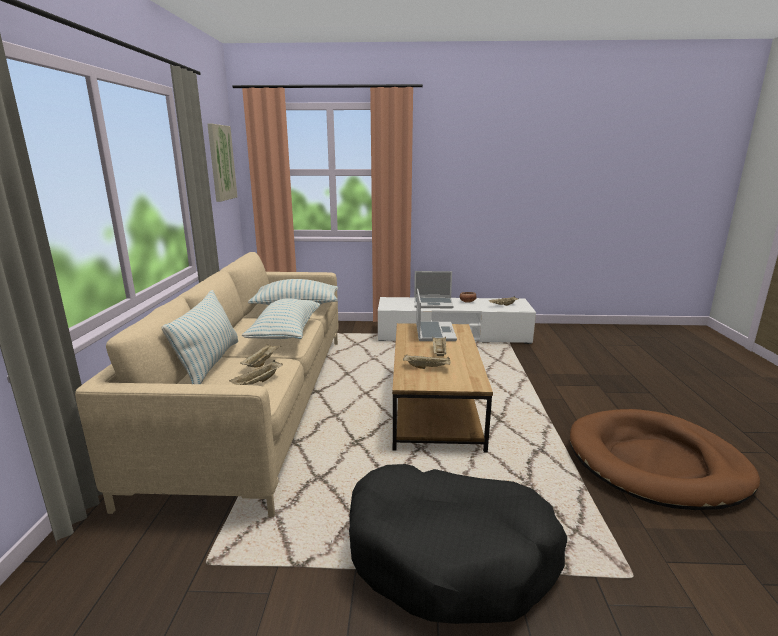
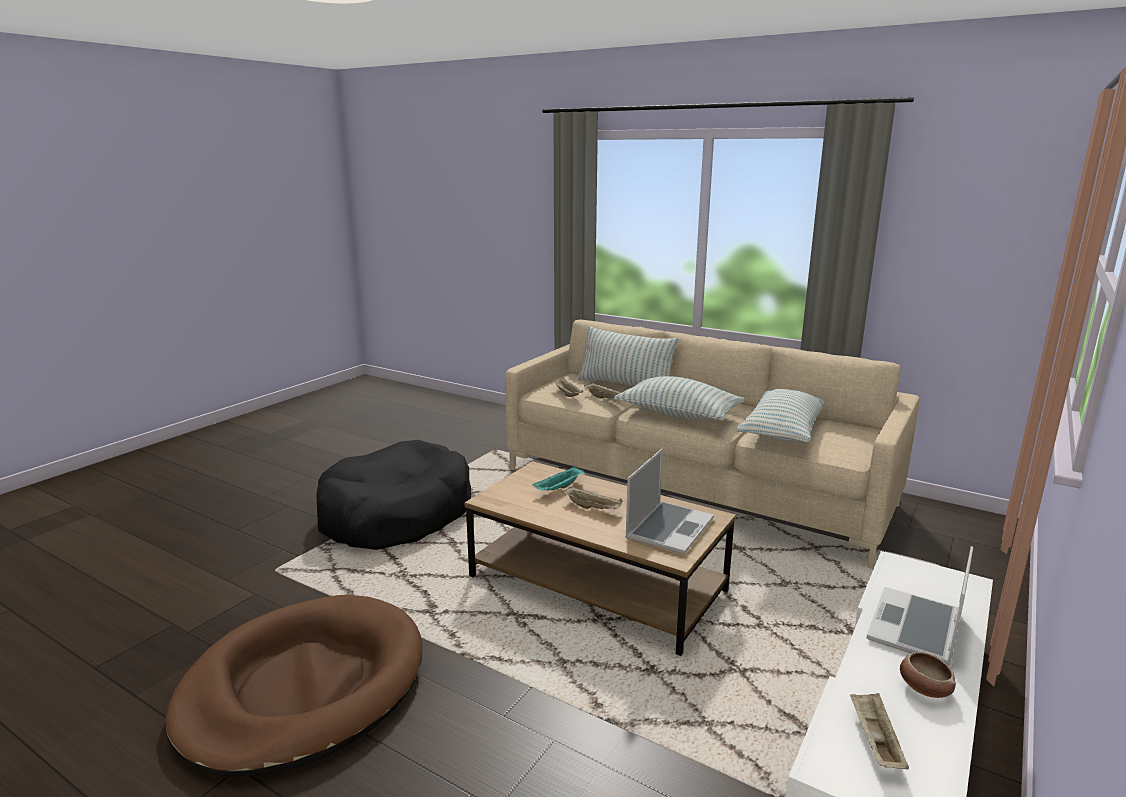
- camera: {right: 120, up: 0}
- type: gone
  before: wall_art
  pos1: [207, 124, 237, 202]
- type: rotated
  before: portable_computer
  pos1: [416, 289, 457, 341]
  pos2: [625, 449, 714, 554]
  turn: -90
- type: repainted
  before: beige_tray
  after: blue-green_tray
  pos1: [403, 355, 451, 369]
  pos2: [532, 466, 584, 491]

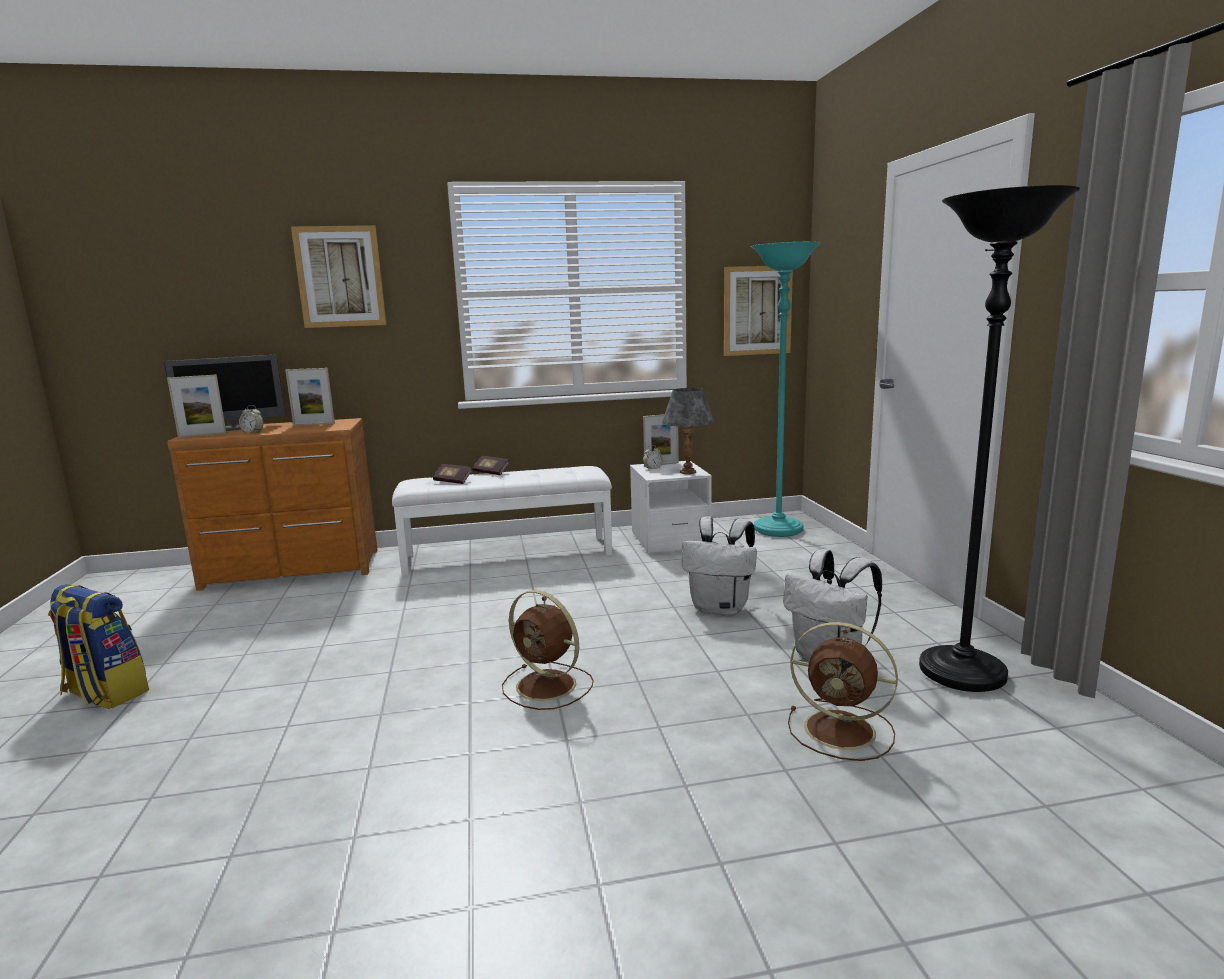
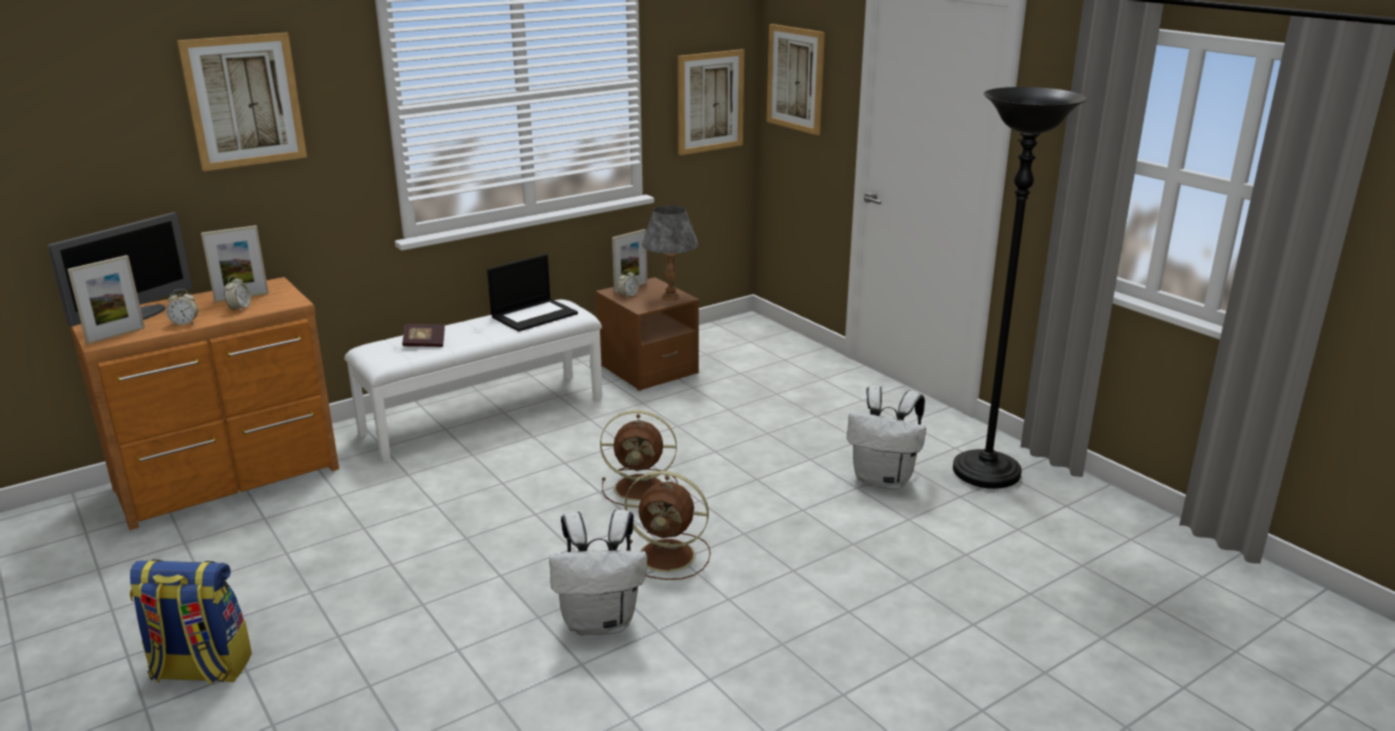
- camera: {right: -25, up: 10}
- type: gone
  before: blue-green_floor_lamp
  pos1: [751, 242, 821, 537]
- type: gone
  before: book
  pos1: [472, 456, 509, 475]
- type: repainted
  before: white-coloured_nightstand
  after: brown-coloured_nightstand
  pos1: [630, 461, 712, 554]
  pos2: [596, 277, 699, 391]
- type: shifted
  before: white-coloured_backpack
  pos1: [682, 516, 757, 616]
  pos2: [549, 510, 647, 636]
- type: shifted
  before: brown-coloured_cooling_fan
  pos1: [788, 622, 898, 761]
  pos2: [600, 410, 678, 506]
- type: new
  after: wall_art
  pos2: [767, 24, 825, 135]
- type: new
  after: portable_computer
  pos2: [487, 254, 578, 332]
- type: new
  after: bedside_clock
  pos2: [224, 275, 251, 312]

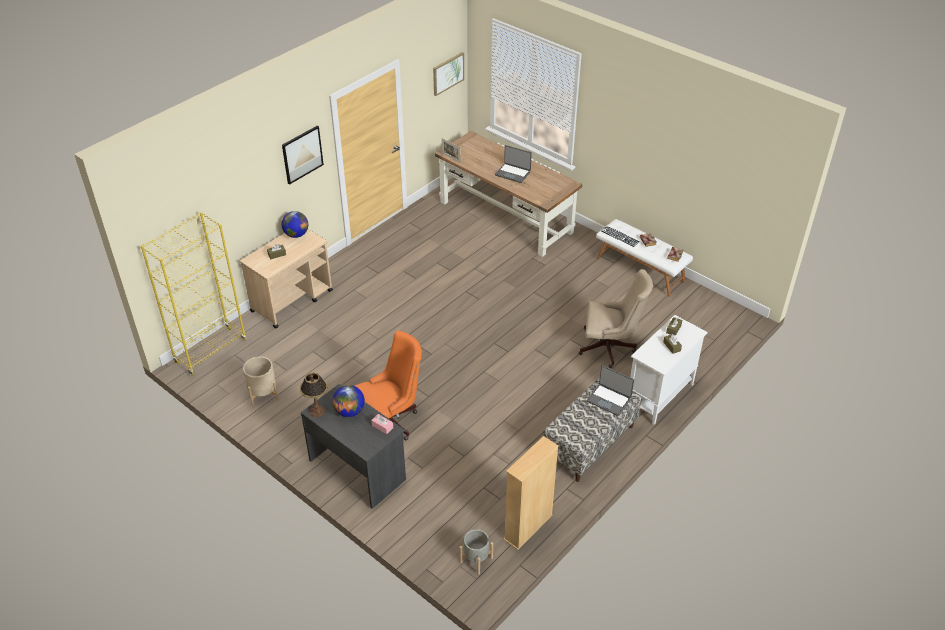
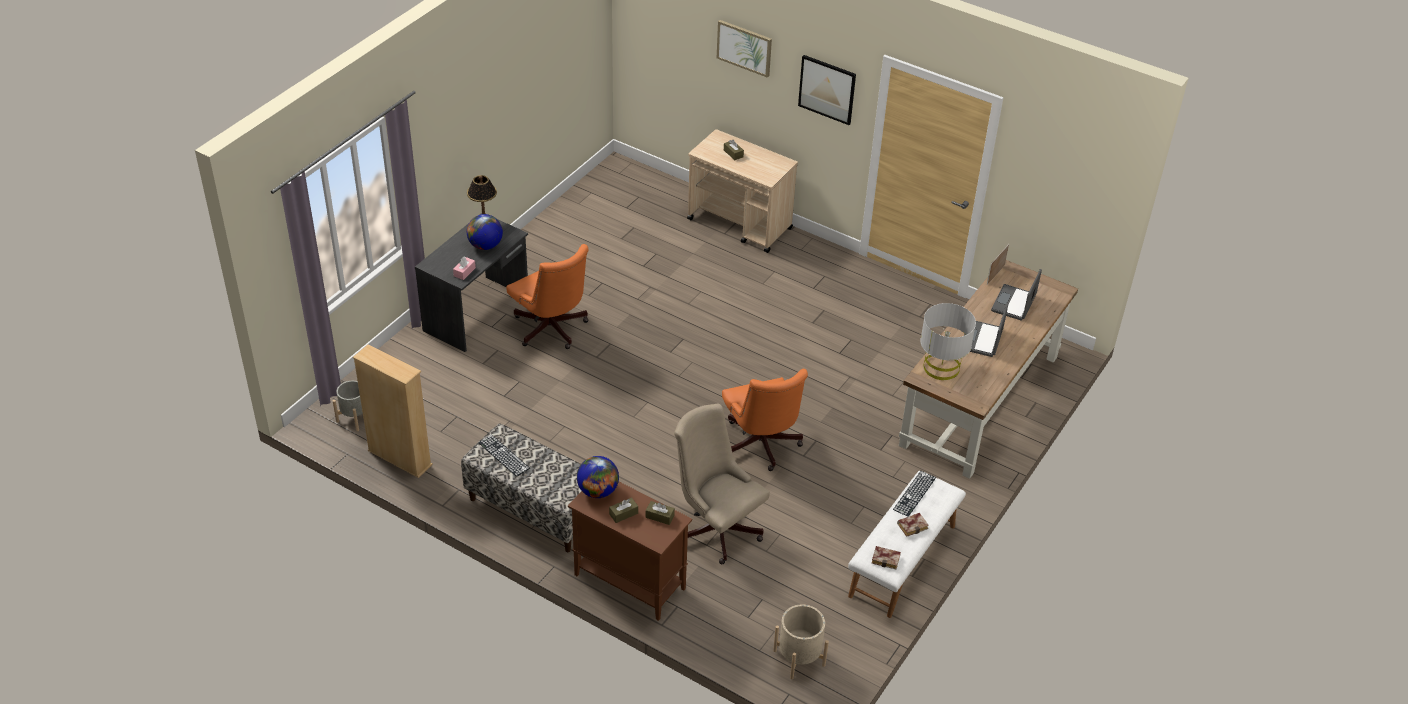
- camera: {right: 80, up: 0}
- type: shifted
  before: wall_art
  pos1: [433, 52, 464, 96]
  pos2: [717, 20, 772, 78]
- type: shifted
  before: globe
  pos1: [281, 211, 308, 238]
  pos2: [577, 456, 619, 498]
- type: gone
  before: yellow_bookcase
  pos1: [141, 212, 246, 376]
- type: rotated
  before: beige_office_chair
  pos1: [579, 269, 653, 368]
  pos2: [674, 404, 770, 564]
  turn: 135
- type: repainted
  before: white-coloured_storage_cabinet
  after: brown-coloured_storage_cabinet
  pos1: [630, 315, 708, 425]
  pos2: [568, 482, 692, 621]
- type: shifted
  before: beige_flower_pot
  pos1: [243, 356, 279, 406]
  pos2: [773, 604, 829, 679]
- type: shifted
  before: portable_computer
  pos1: [587, 365, 634, 416]
  pos2: [991, 269, 1042, 321]
- type: new
  after: greyish_tabletop_lamp
  pos2: [920, 303, 976, 380]
- type: new
  after: orangey_office_chair
  pos2: [722, 369, 808, 471]
- type: new
  after: computer_keyboard
  pos2: [478, 434, 530, 477]

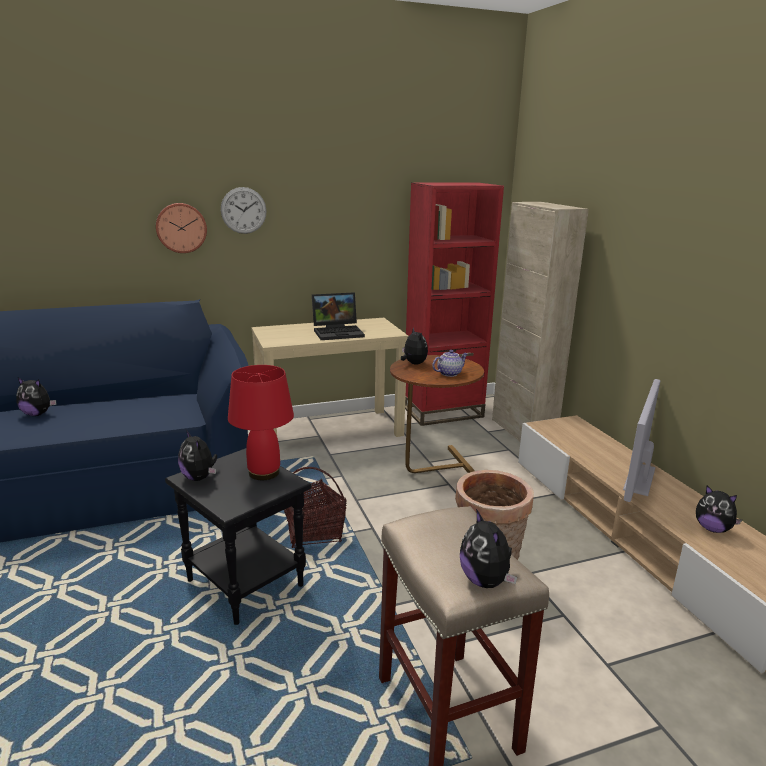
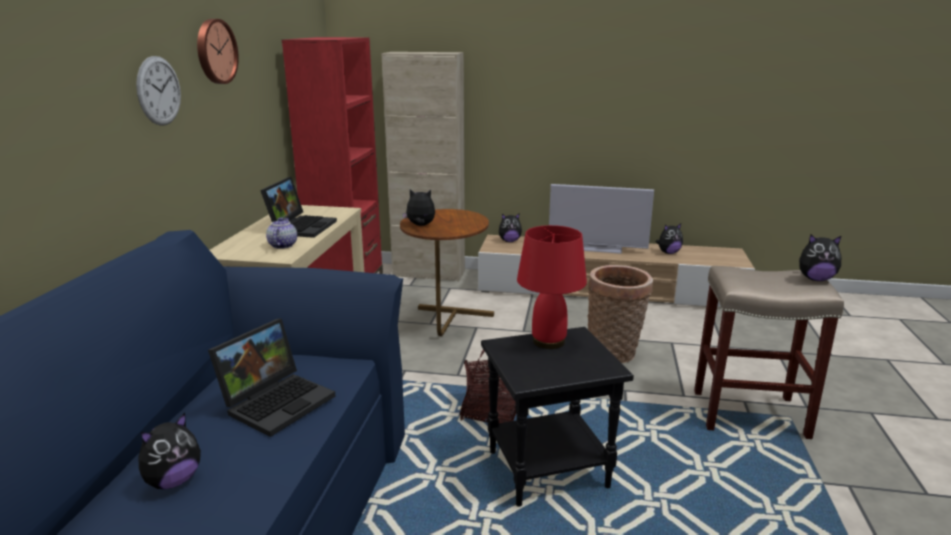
- camera: {right: -60, up: 0}
- type: shifted
  before: clock_on_the_wall
  pos1: [156, 203, 207, 253]
  pos2: [197, 19, 239, 84]
- type: shifted
  before: pot_for_tea
  pos1: [432, 350, 468, 377]
  pos2: [266, 217, 297, 249]
- type: rotated
  before: TV
  pos1: [623, 379, 660, 502]
  pos2: [549, 184, 654, 254]
  turn: -45
- type: shifted
  before: soft_toy
  pos1: [178, 430, 217, 481]
  pos2: [499, 214, 522, 242]
- type: new
  after: portable_computer
  pos2: [208, 319, 335, 437]

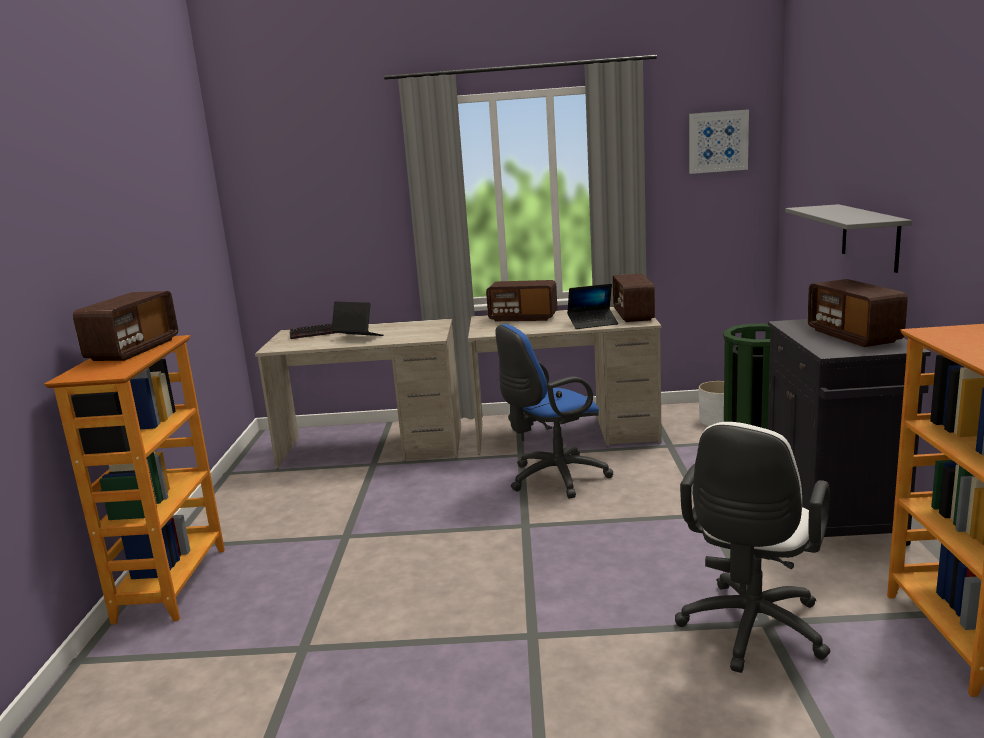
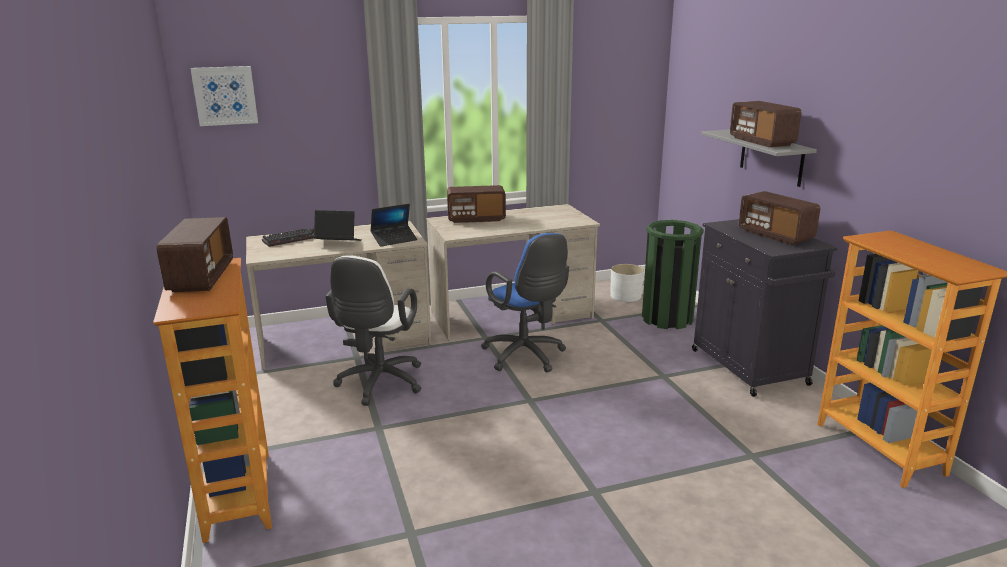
- camera: {right: -20, up: 5}
- type: shifted
  before: wall_art
  pos1: [689, 109, 749, 174]
  pos2: [190, 66, 258, 126]
- type: shifted
  before: radio_receiver
  pos1: [613, 273, 655, 322]
  pos2: [730, 101, 801, 147]
- type: shifted
  before: portable_computer
  pos1: [567, 284, 618, 329]
  pos2: [370, 204, 417, 247]
- type: rotated
  before: blue_office_chair
  pos1: [495, 324, 613, 498]
  pos2: [481, 233, 569, 373]
  turn: -75
- type: shifted
  before: white-coloured_office_chair
  pos1: [675, 422, 831, 673]
  pos2: [326, 255, 421, 406]

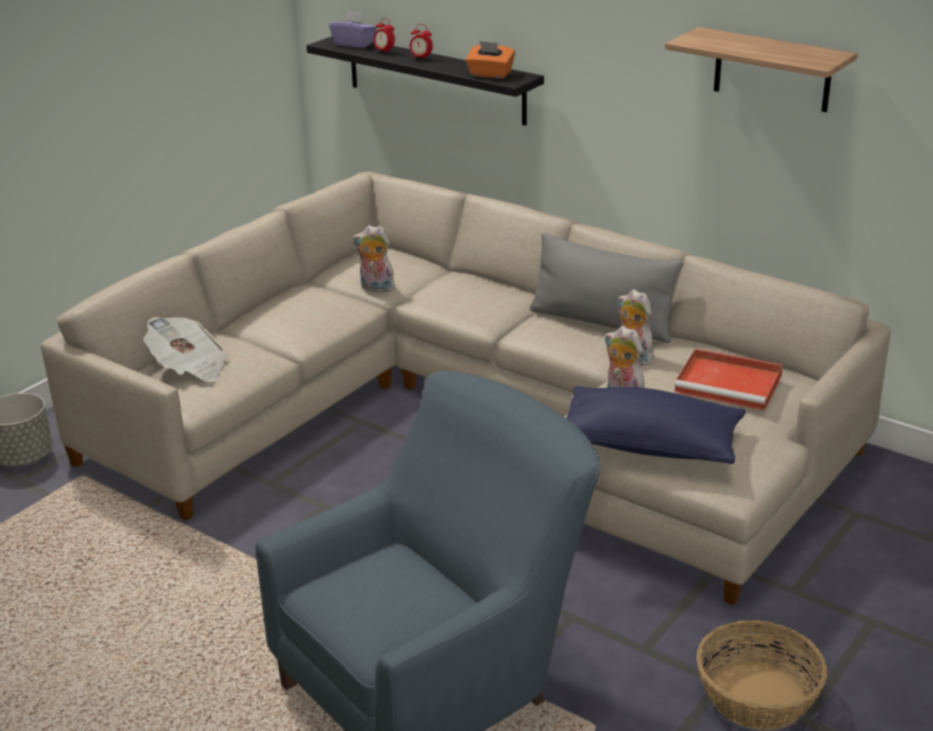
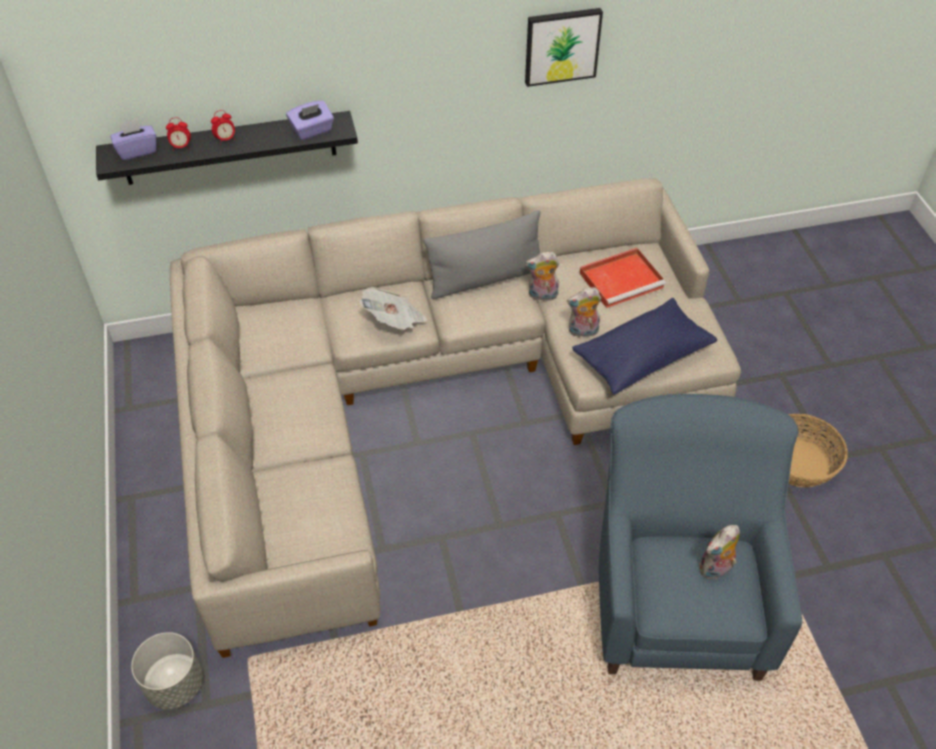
- camera: {right: -50, up: 20}
- type: swapped
  before: shelf
  after: wall_art
  pos1: [665, 27, 858, 112]
  pos2: [525, 8, 603, 87]
- type: repainted
  before: orangey_tissue_box
  after: purple_tissue_box
  pos1: [466, 41, 515, 78]
  pos2: [286, 101, 334, 140]
- type: shifted
  before: soft_toy
  pos1: [352, 225, 395, 292]
  pos2: [699, 525, 740, 579]
- type: shifted
  before: newspaper
  pos1: [143, 317, 229, 382]
  pos2: [359, 287, 427, 330]

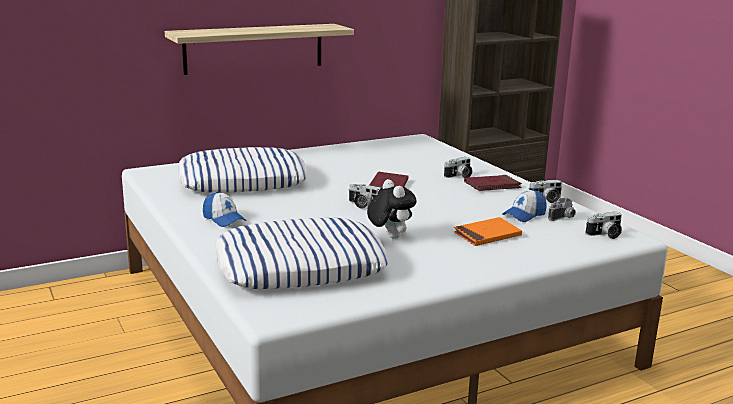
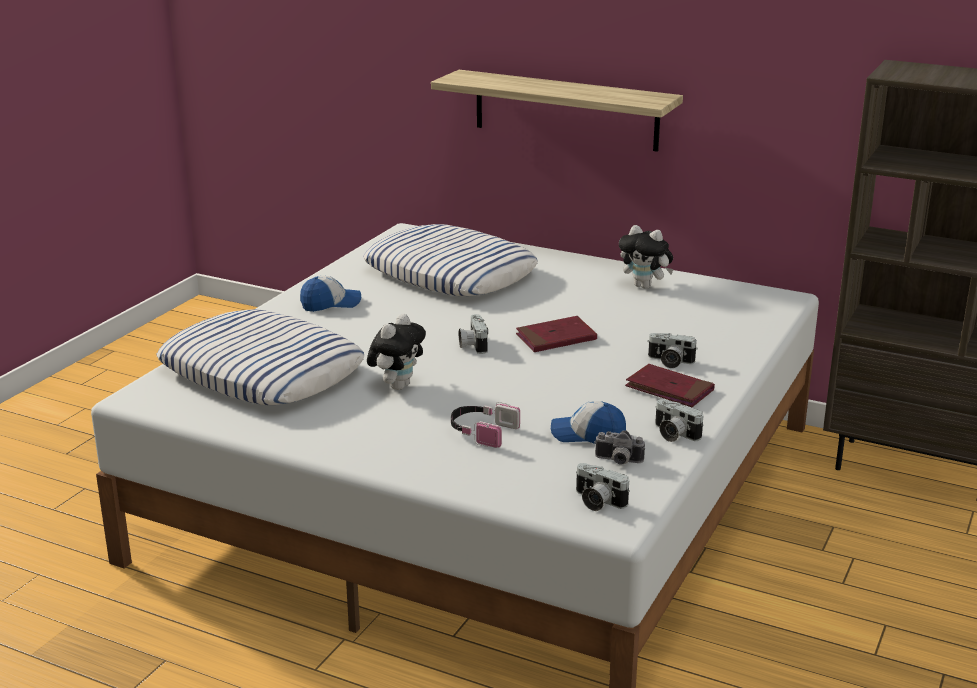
- camera: {right: 55, up: 5}
- type: rotated
  before: cap
  pos1: [203, 192, 247, 227]
  pos2: [300, 276, 361, 312]
  turn: -120
- type: swapped
  before: orangey_book
  after: pair_of_headphones
  pos1: [454, 217, 522, 246]
  pos2: [451, 402, 520, 448]
- type: new
  after: soft_toy
  pos2: [619, 225, 674, 289]

